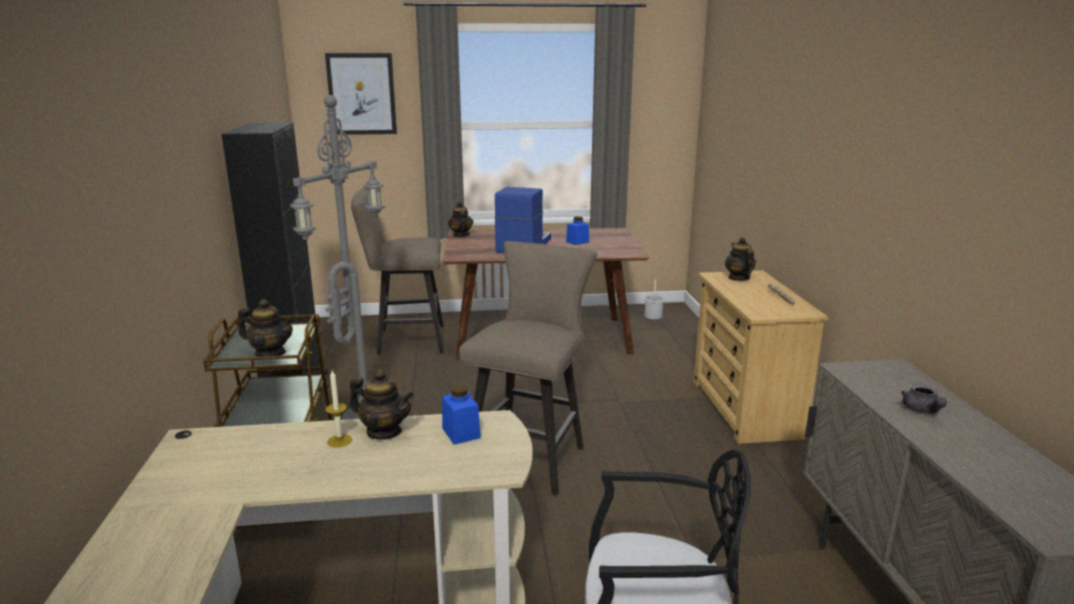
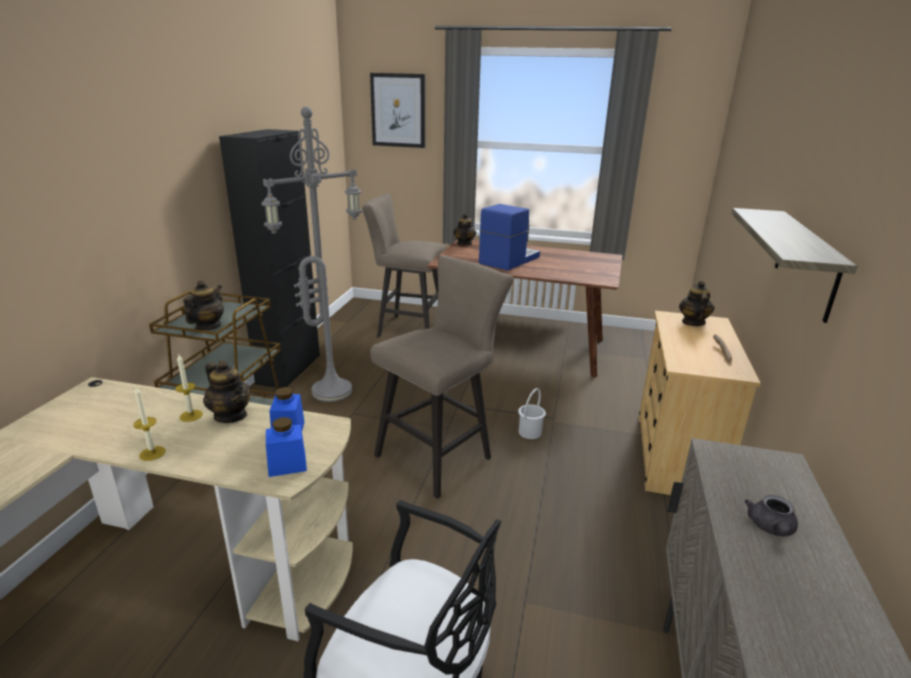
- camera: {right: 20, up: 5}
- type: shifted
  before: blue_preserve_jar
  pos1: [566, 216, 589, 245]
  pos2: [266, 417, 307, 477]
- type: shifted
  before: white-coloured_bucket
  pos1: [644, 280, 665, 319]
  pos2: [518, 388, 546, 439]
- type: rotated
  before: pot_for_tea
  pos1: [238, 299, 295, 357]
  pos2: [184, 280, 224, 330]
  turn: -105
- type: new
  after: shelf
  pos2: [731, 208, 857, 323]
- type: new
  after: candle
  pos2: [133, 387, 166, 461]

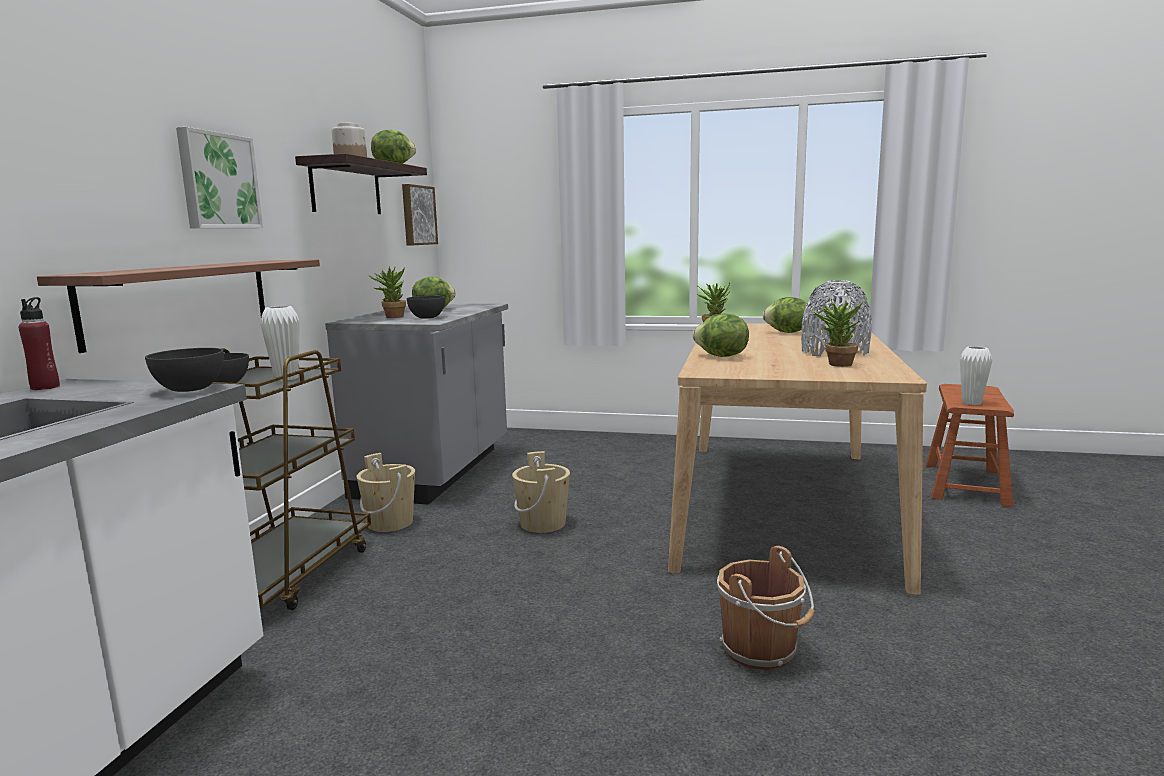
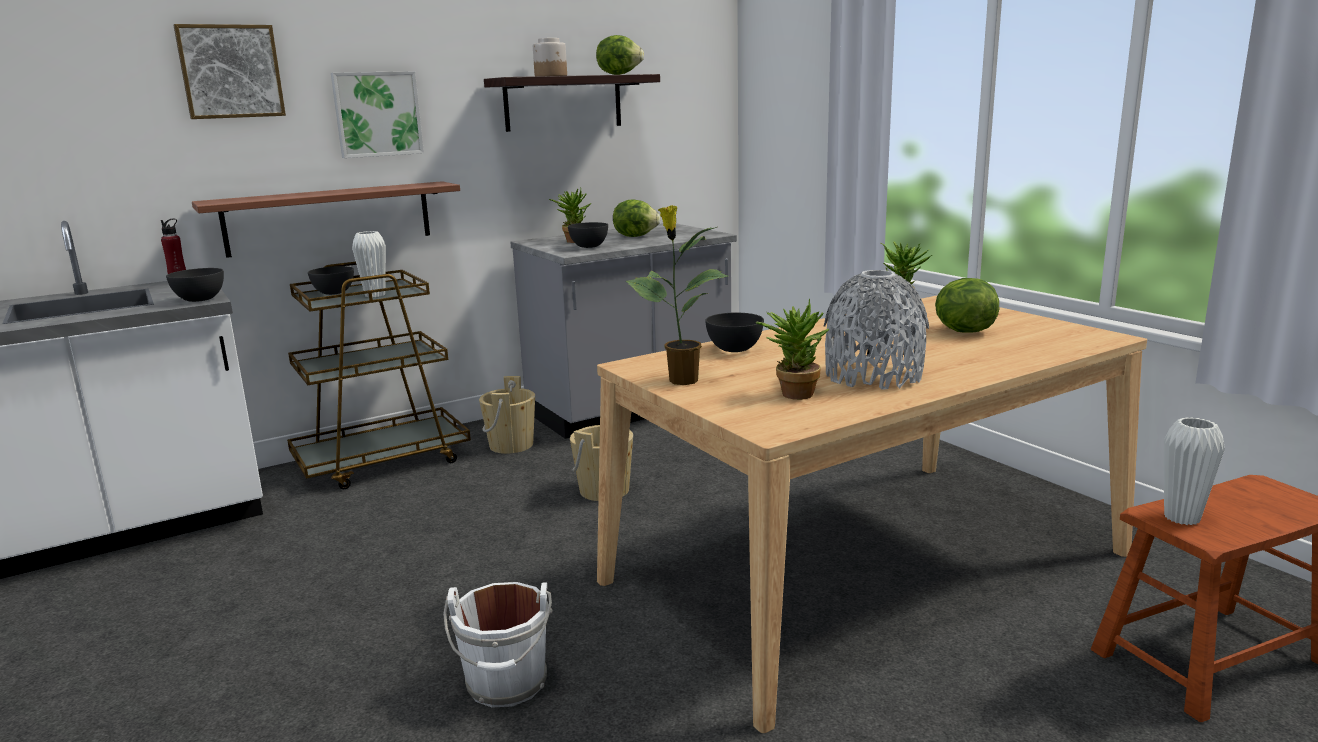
- camera: {right: 45, up: 5}
- type: shifted
  before: wall_art
  pos1: [402, 184, 438, 246]
  pos2: [173, 24, 286, 119]
- type: swapped
  before: head_of_lettuce
  after: greyish_serving_bowl
  pos1: [693, 313, 749, 357]
  pos2: [705, 313, 764, 352]
- type: repainted
  before: brown-coloured_bucket
  after: white-coloured_bucket
  pos1: [717, 546, 815, 670]
  pos2: [443, 582, 553, 708]
- type: new
  after: houseplant
  pos2: [626, 205, 728, 385]

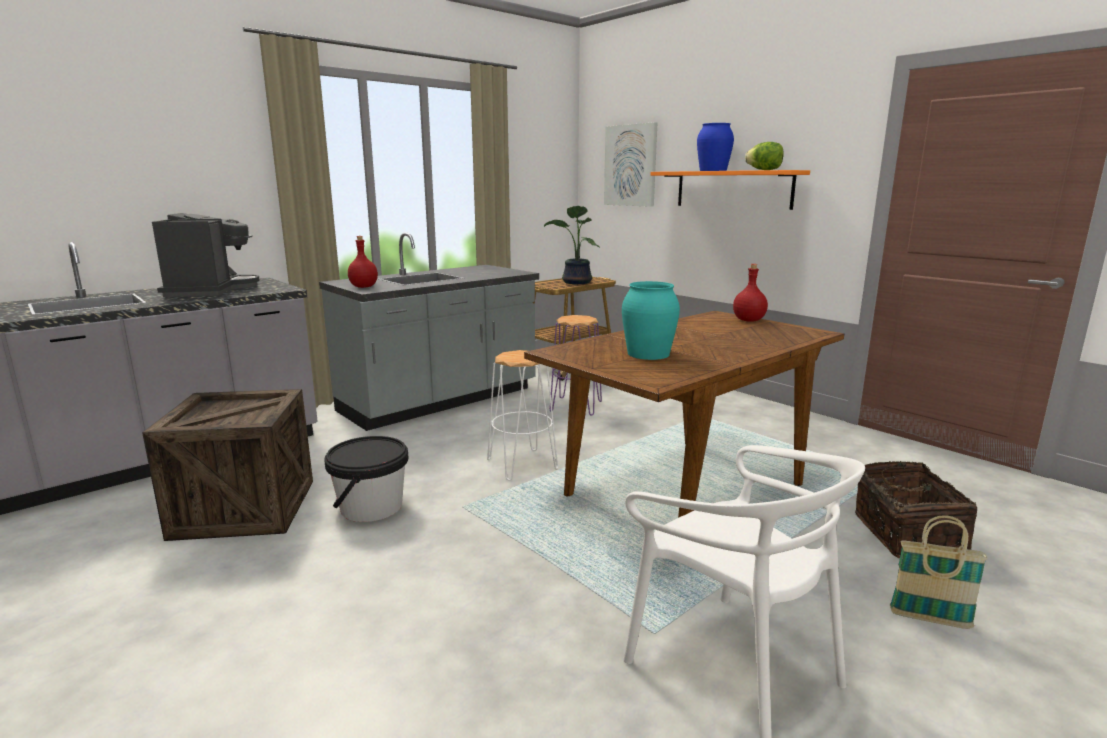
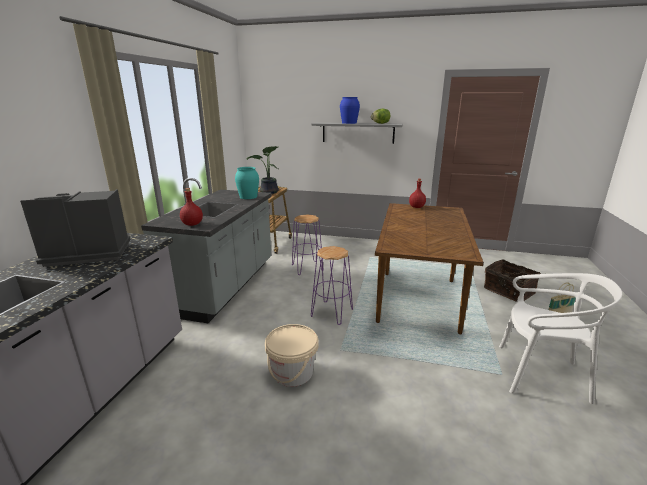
- camera: {right: -35, up: 5}
- type: gone
  before: wall_art
  pos1: [604, 122, 657, 207]
- type: repainted
  before: orangey_shelf
  after: greyish_shelf
  pos1: [651, 170, 810, 210]
  pos2: [311, 122, 403, 144]
- type: rotated
  before: coffee_brewer
  pos1: [152, 213, 260, 297]
  pos2: [20, 189, 131, 267]
  turn: -60
- type: shifted
  before: blue-green_vase
  pos1: [622, 281, 680, 360]
  pos2: [235, 167, 259, 199]
- type: repainted
  before: white-coloured_stool_seat
  after: purple_stool_seat
  pos1: [487, 350, 558, 481]
  pos2: [311, 246, 353, 325]
- type: gone
  before: packing_crate
  pos1: [142, 389, 313, 541]
- type: repainted
  before: black_bucket
  after: beige_bucket
  pos1: [324, 436, 408, 522]
  pos2: [265, 324, 319, 387]

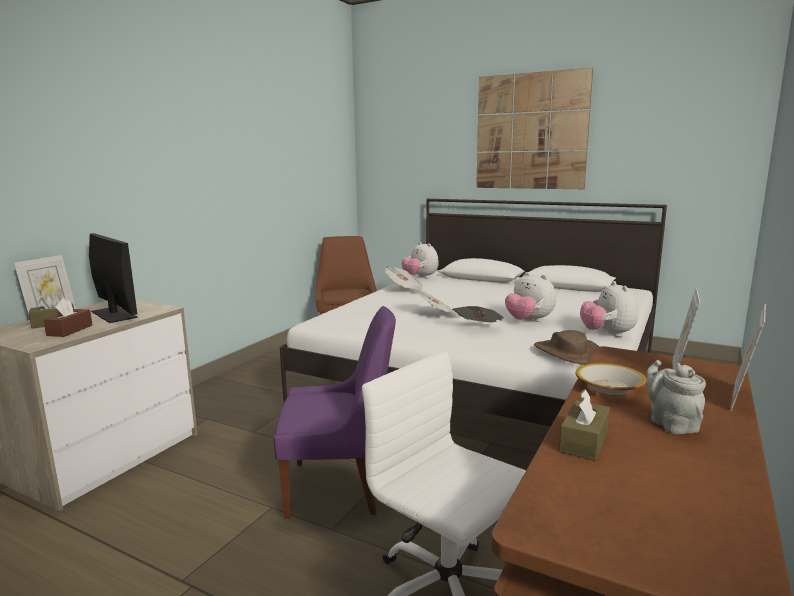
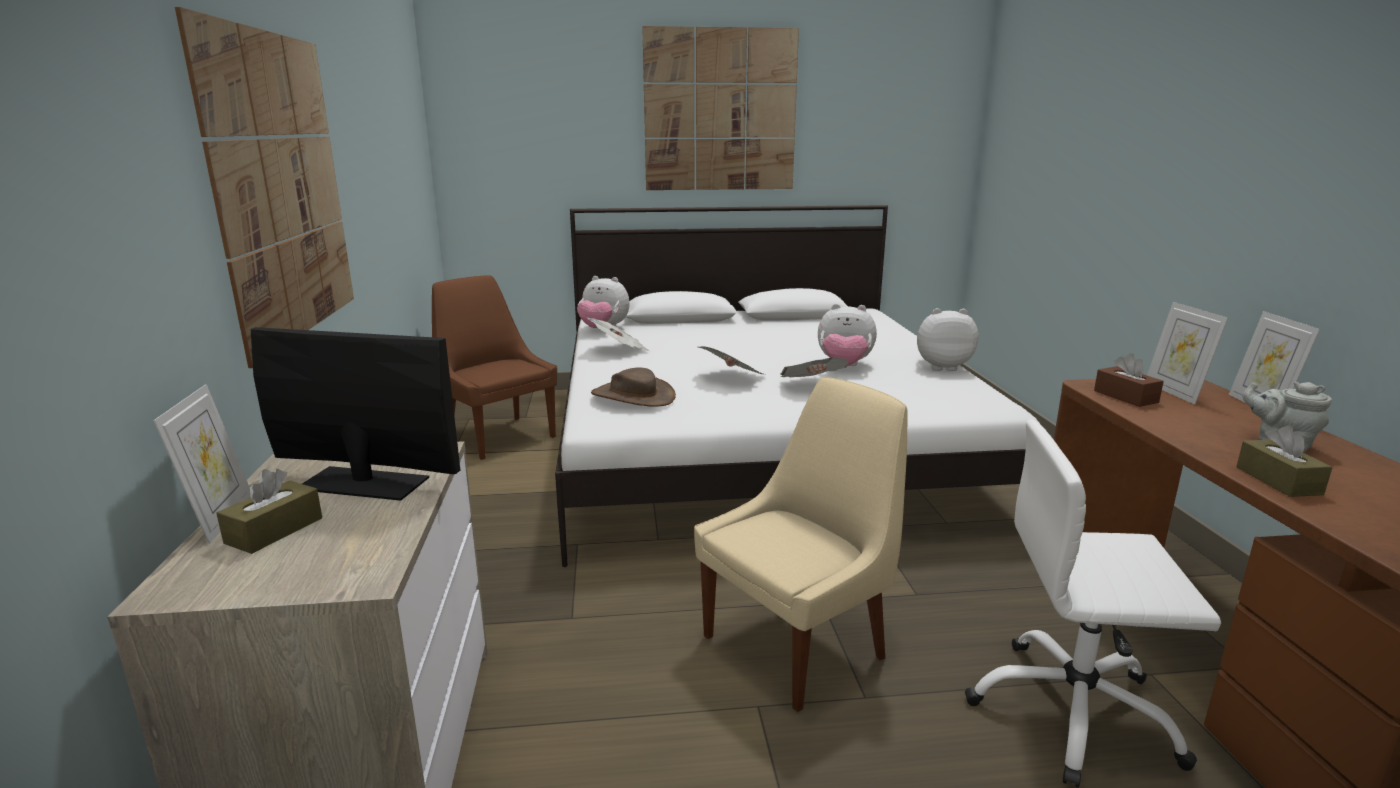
- camera: {right: -35, up: 5}
- type: rotated
  before: soft_toy
  pos1: [580, 281, 638, 337]
  pos2: [917, 308, 978, 371]
  turn: 135
- type: shifted
  before: brown-coloured_tissue_box
  pos1: [43, 298, 92, 337]
  pos2: [1094, 353, 1164, 407]
- type: repainted
  before: purple_upright_chair
  after: beige_upright_chair
  pos1: [273, 306, 396, 519]
  pos2: [694, 377, 908, 712]
- type: shifted
  before: brown-coloured_wearable_hat
  pos1: [534, 330, 599, 365]
  pos2: [591, 368, 676, 407]
- type: gone
  before: serving_bowl
  pos1: [576, 363, 647, 396]
- type: new
  after: wall_art
  pos2: [175, 7, 354, 368]

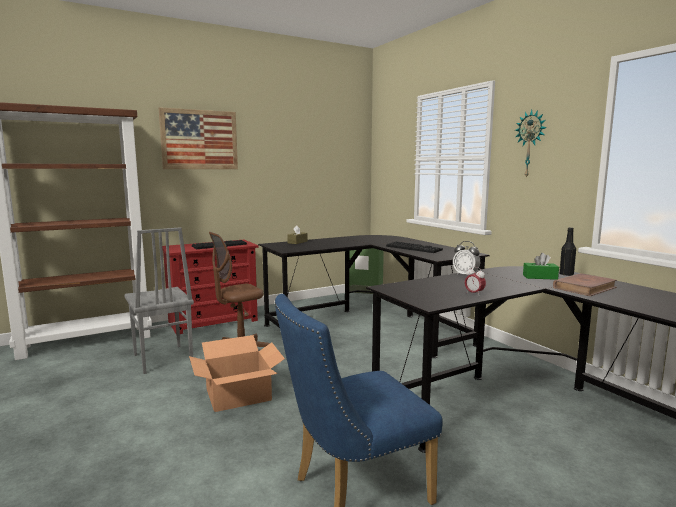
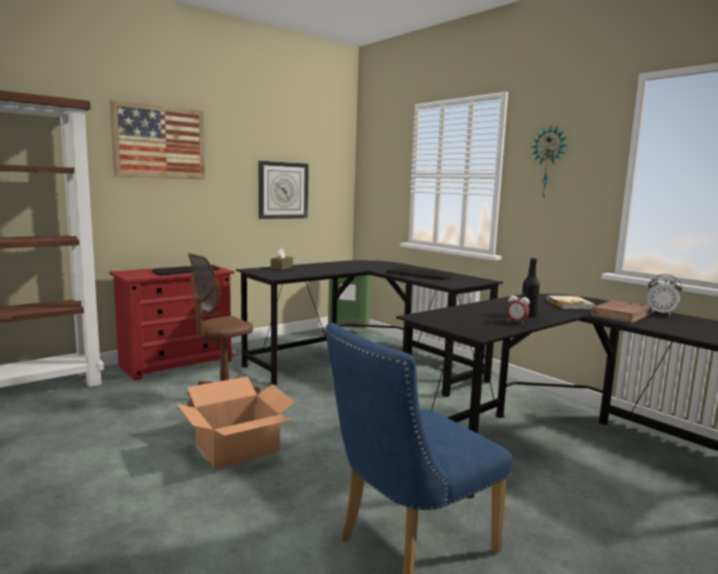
- camera: {right: -10, up: 0}
- type: gone
  before: greyish_upright_chair
  pos1: [124, 227, 194, 374]
- type: shifted
  before: black_beverage_bottle
  pos1: [559, 227, 576, 276]
  pos2: [522, 258, 540, 317]
- type: shifted
  before: bedside_clock
  pos1: [453, 241, 480, 275]
  pos2: [647, 274, 683, 316]
- type: swapped
  before: green_tissue_box
  after: book
  pos1: [523, 253, 559, 280]
  pos2: [546, 295, 596, 310]
- type: new
  after: clock_on_the_wall
  pos2: [259, 161, 309, 219]

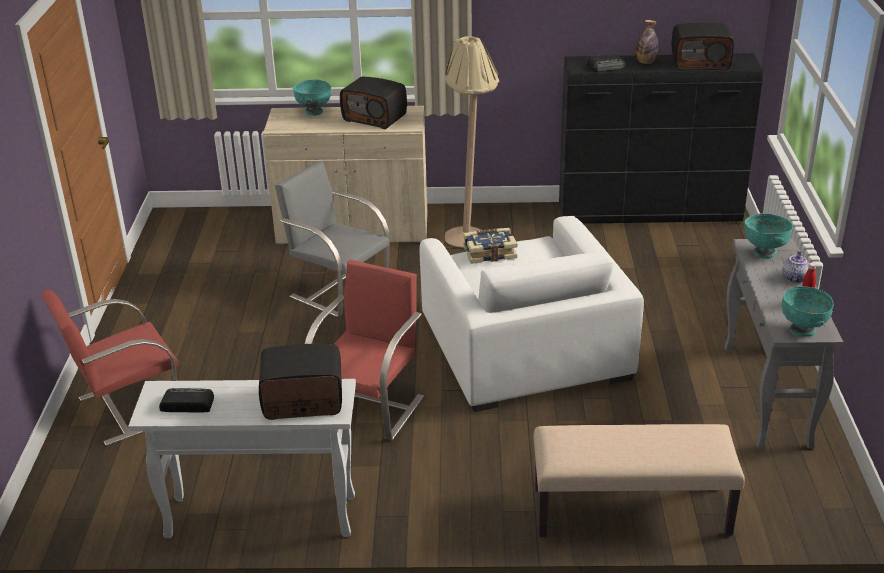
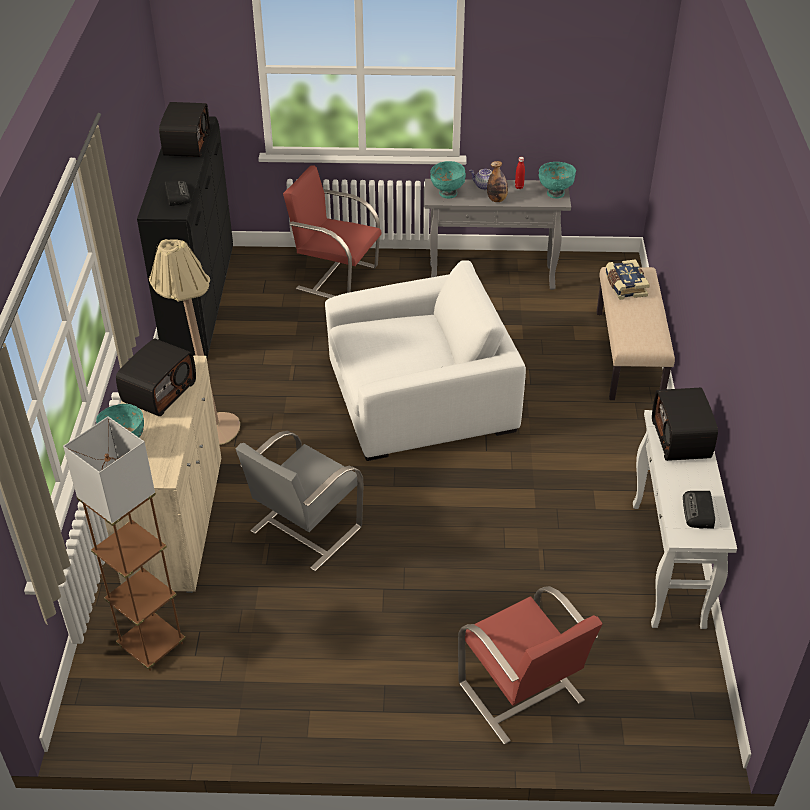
- camera: {right: -90, up: 10}
- type: shifted
  before: beverage_bottle
  pos1: [636, 20, 659, 64]
  pos2: [487, 161, 508, 202]
- type: shifted
  before: book
  pos1: [463, 228, 517, 264]
  pos2: [605, 259, 650, 300]
- type: shifted
  before: red-coloured_upright_chair
  pos1: [305, 260, 424, 440]
  pos2: [283, 165, 381, 298]
- type: new
  after: brown-coloured_floor_lamp
  pos2: [63, 416, 186, 671]

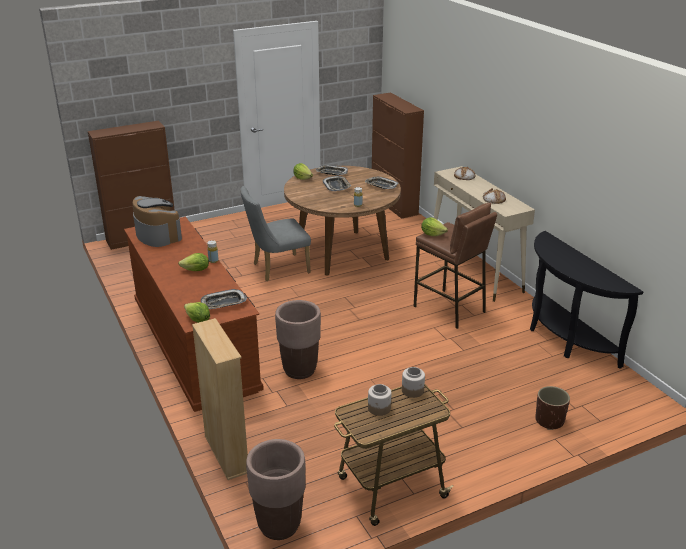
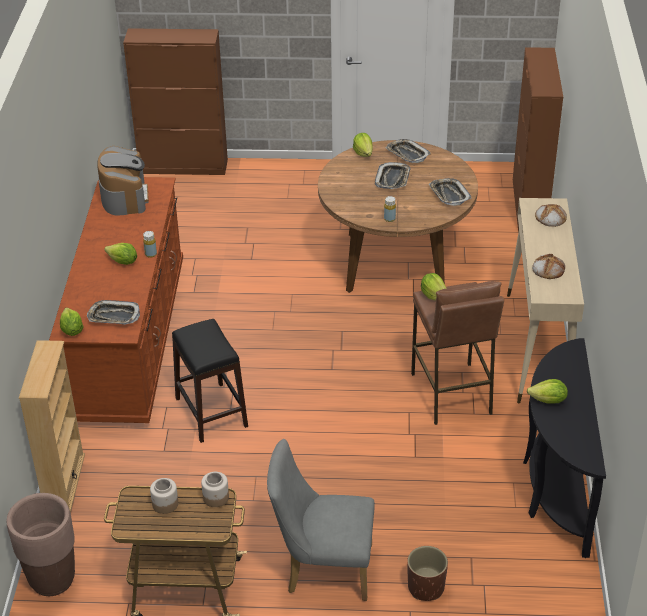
- camera: {right: 30, up: 10}
- type: shifted
  before: greyish_upright_chair
  pos1: [240, 186, 311, 281]
  pos2: [267, 439, 375, 601]
- type: swapped
  before: brown-coloured_flower_pot
  after: black_stool_seat
  pos1: [275, 300, 321, 379]
  pos2: [172, 319, 248, 443]
- type: new
  after: head_of_lettuce
  pos2: [527, 379, 568, 403]

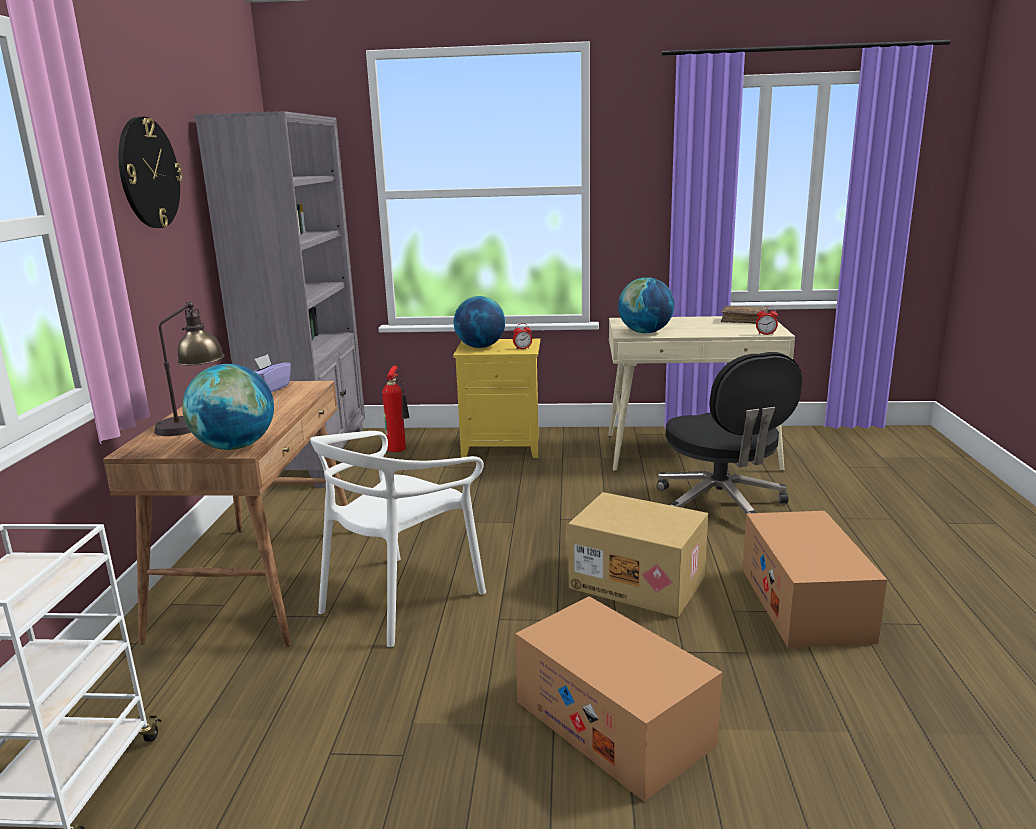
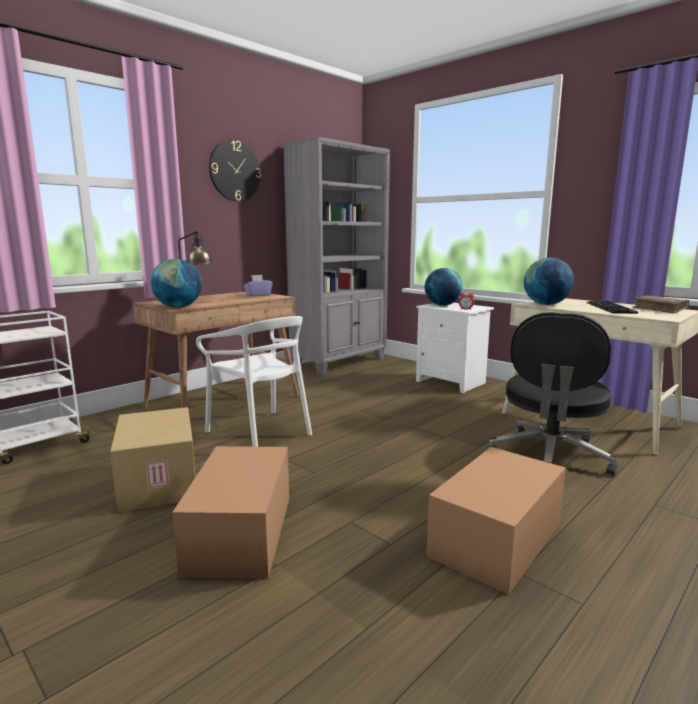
- camera: {right: 40, up: -5}
- type: gone
  before: bedside_clock
  pos1: [756, 306, 778, 335]
- type: repainted
  before: yellow_nightstand
  after: white-coloured_nightstand
  pos1: [453, 339, 540, 458]
  pos2: [416, 303, 494, 394]
- type: gone
  before: fire_extinguisher
  pos1: [382, 366, 409, 452]
- type: rotated
  before: white-coloured_upright_chair
  pos1: [310, 431, 486, 647]
  pos2: [196, 316, 312, 447]
  turn: -120
- type: shifted
  before: cardboard_box
  pos1: [568, 492, 708, 617]
  pos2: [110, 407, 196, 513]
- type: new
  after: computer_keyboard
  pos2: [587, 301, 638, 314]

